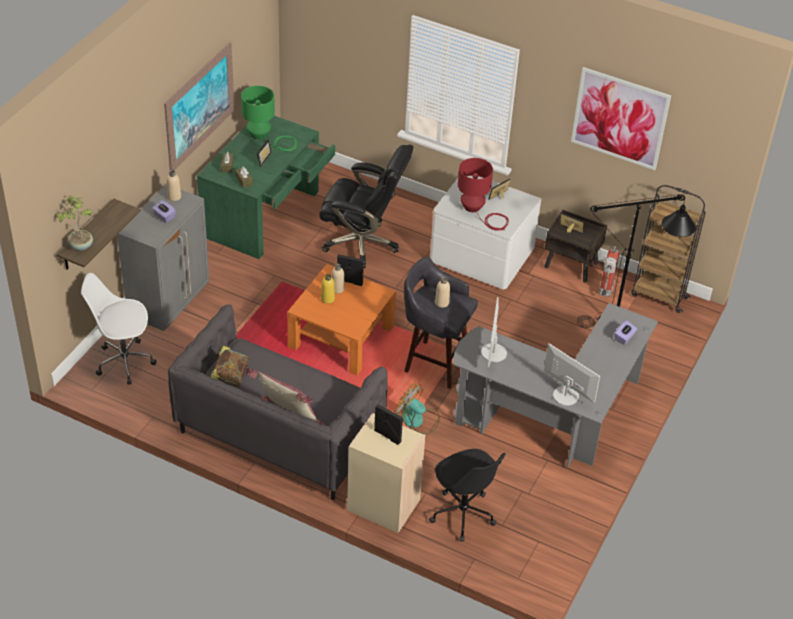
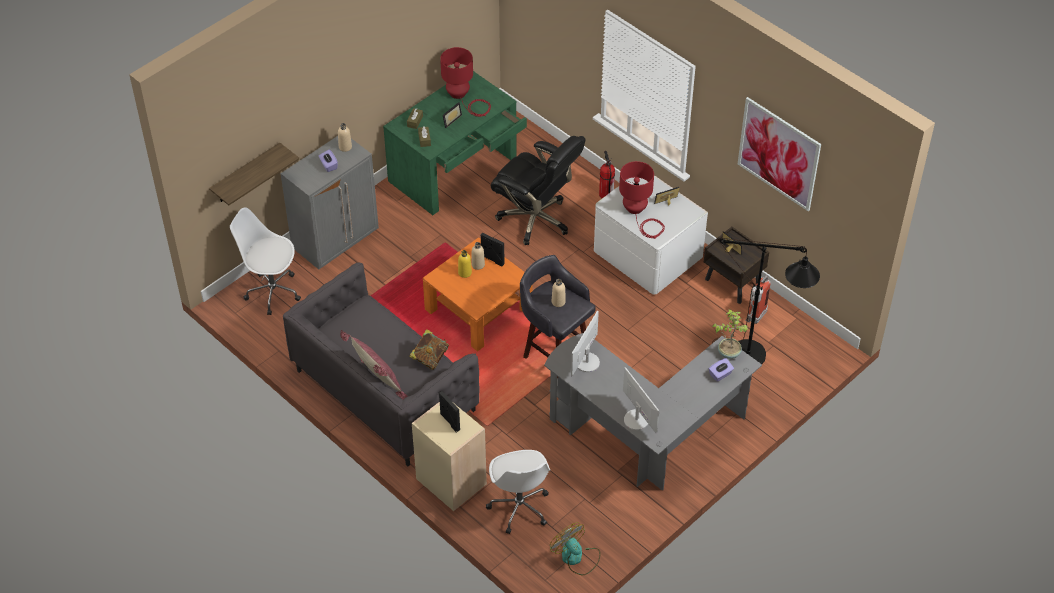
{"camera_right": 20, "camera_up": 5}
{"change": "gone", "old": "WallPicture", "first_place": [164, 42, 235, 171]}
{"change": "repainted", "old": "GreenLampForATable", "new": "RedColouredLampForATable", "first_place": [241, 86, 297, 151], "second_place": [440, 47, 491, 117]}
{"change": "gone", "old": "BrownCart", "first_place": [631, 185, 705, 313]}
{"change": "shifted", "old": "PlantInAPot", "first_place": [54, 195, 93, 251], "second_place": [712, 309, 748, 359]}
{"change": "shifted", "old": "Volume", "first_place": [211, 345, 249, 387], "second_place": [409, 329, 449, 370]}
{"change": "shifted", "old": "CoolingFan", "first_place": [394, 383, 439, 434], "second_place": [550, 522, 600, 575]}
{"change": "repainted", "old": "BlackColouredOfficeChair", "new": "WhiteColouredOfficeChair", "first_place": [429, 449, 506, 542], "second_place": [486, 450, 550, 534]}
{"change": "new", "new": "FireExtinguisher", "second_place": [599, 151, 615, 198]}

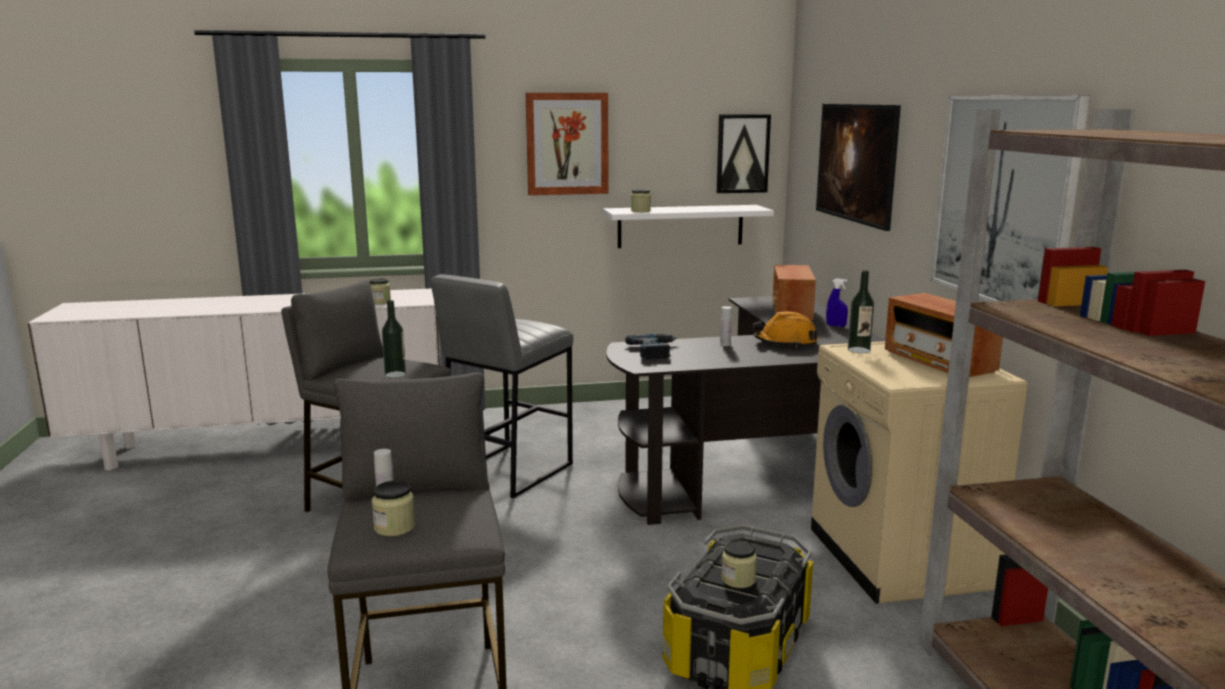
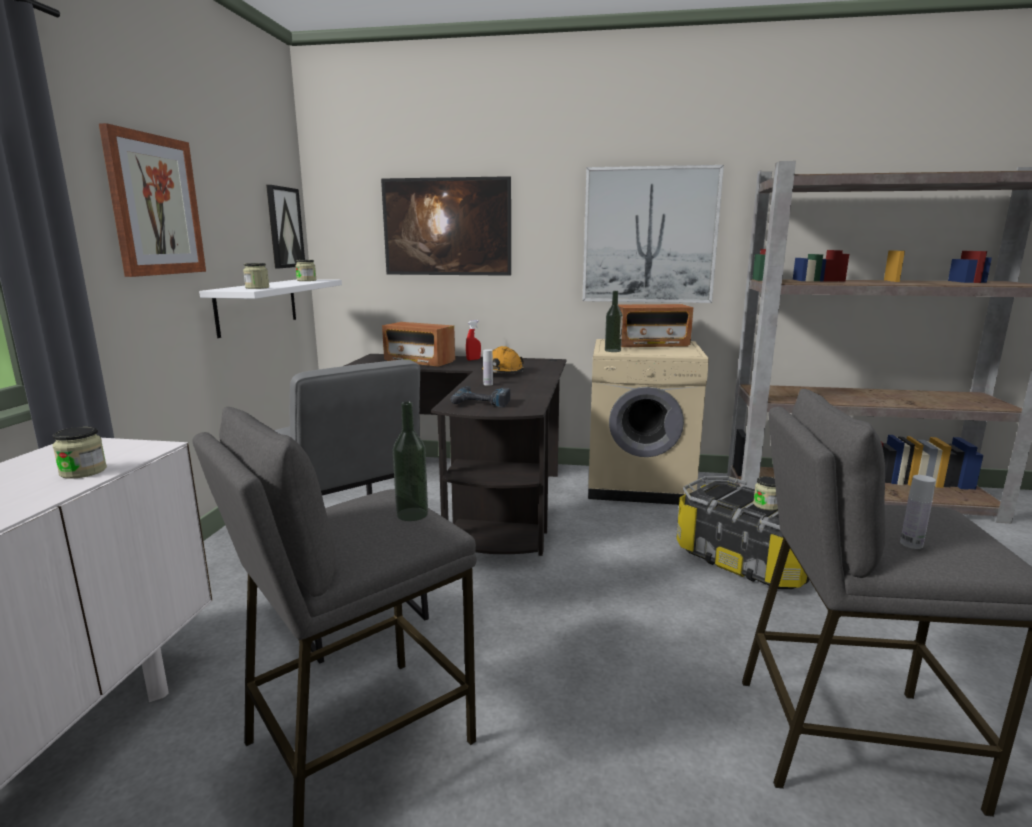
{"camera_right": -70, "camera_up": 0}
{"change": "repainted", "old": "BlueSprayer", "new": "RedColouredSprayer", "first_place": [826, 278, 848, 327], "second_place": [466, 320, 481, 361]}
{"change": "shifted", "old": "StorageJar", "first_place": [372, 481, 415, 536], "second_place": [295, 260, 317, 281]}

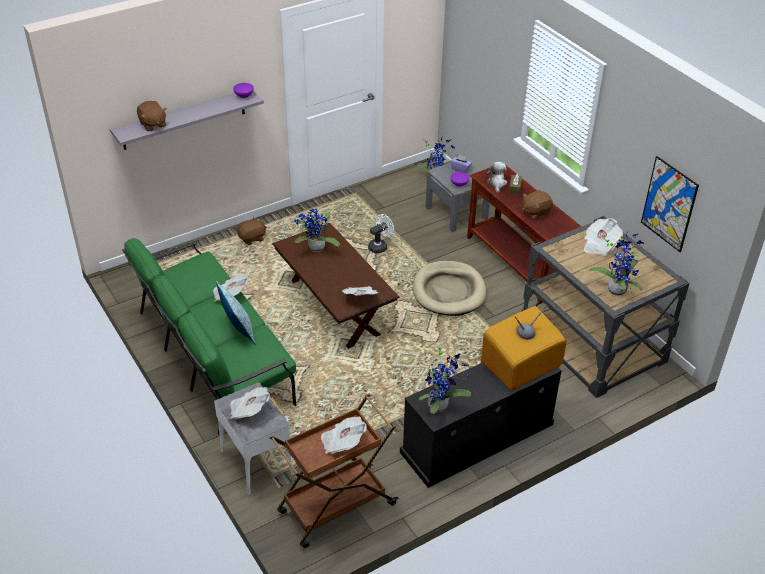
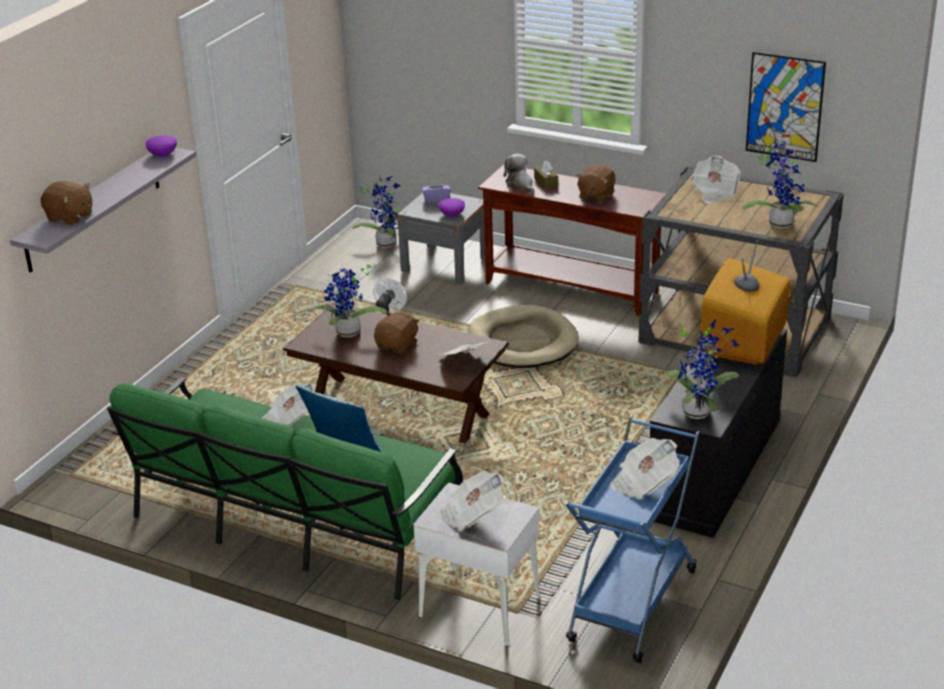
{"camera_right": -30, "camera_up": -10}
{"change": "shifted", "old": "BrownCuddlyToy", "first_place": [237, 217, 266, 245], "second_place": [374, 312, 419, 354]}
{"change": "repainted", "old": "BrownCart", "new": "BlueCart", "first_place": [268, 393, 399, 548], "second_place": [565, 415, 700, 663]}

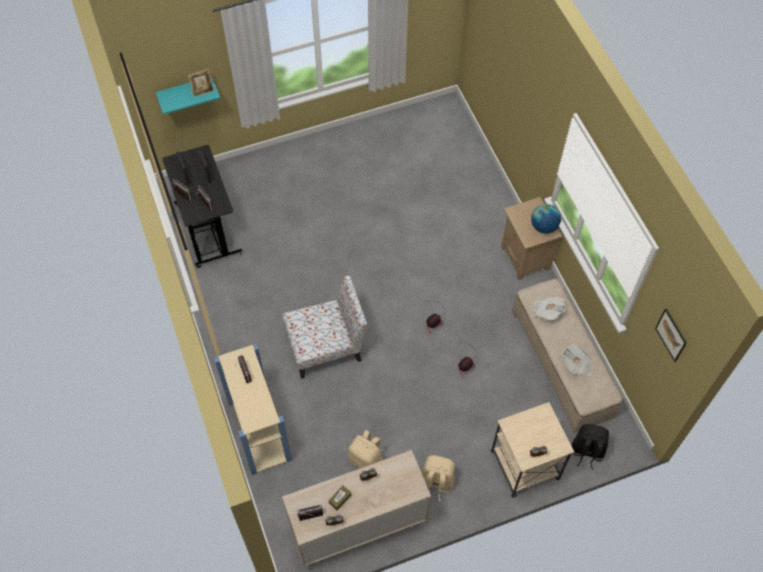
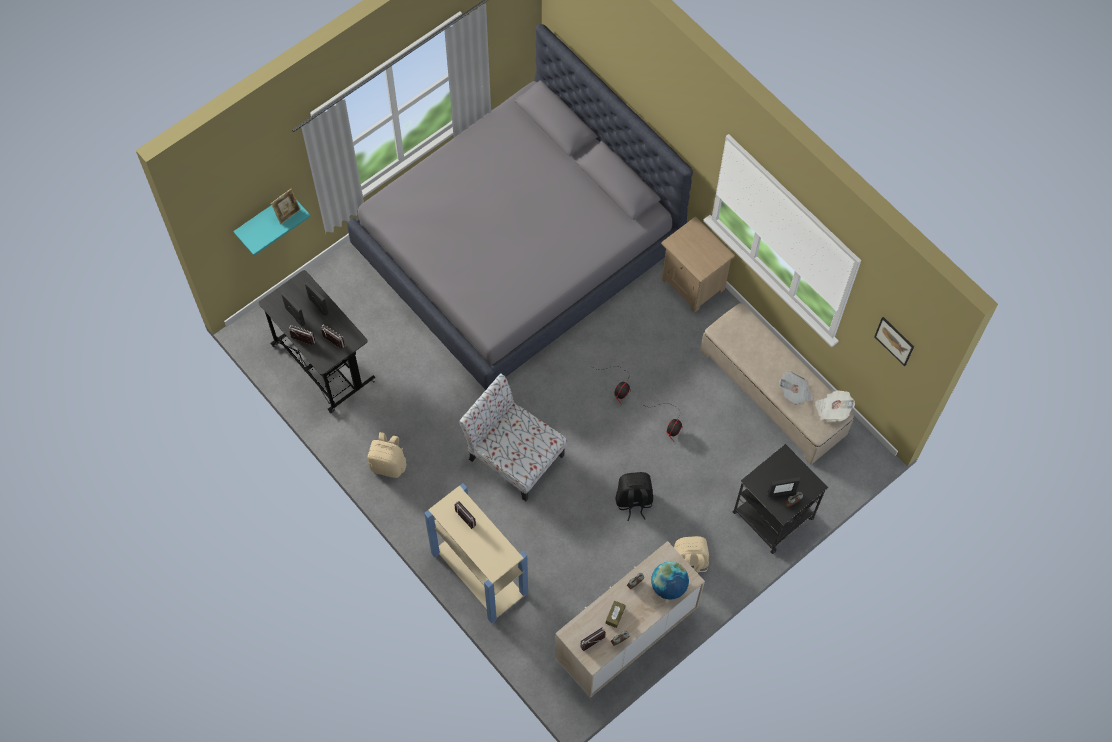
{"camera_right": -20, "camera_up": 5}
{"change": "shifted", "old": "DeskGlobe", "first_place": [531, 204, 561, 234], "second_place": [651, 562, 689, 600]}
{"change": "rotated", "old": "PlainChair", "first_place": [282, 275, 368, 379], "second_place": [459, 373, 567, 501], "degrees": -105}
{"change": "shifted", "old": "Newspaper", "first_place": [533, 296, 566, 320], "second_place": [815, 390, 855, 421]}
{"change": "repainted", "old": "BeigeColouredCart", "new": "BlackColouredCart", "first_place": [491, 402, 574, 498], "second_place": [733, 444, 828, 554]}
{"change": "shifted", "old": "BlackColouredBackpack", "first_place": [572, 424, 609, 470], "second_place": [615, 472, 653, 521]}
{"change": "shifted", "old": "BeigeColouredBackpack", "first_place": [348, 430, 384, 469], "second_place": [367, 432, 406, 478]}
{"change": "new", "new": "GrayBedroomBed", "second_place": [347, 24, 693, 390]}
{"change": "new", "new": "PictureFrame", "second_place": [767, 477, 800, 498]}

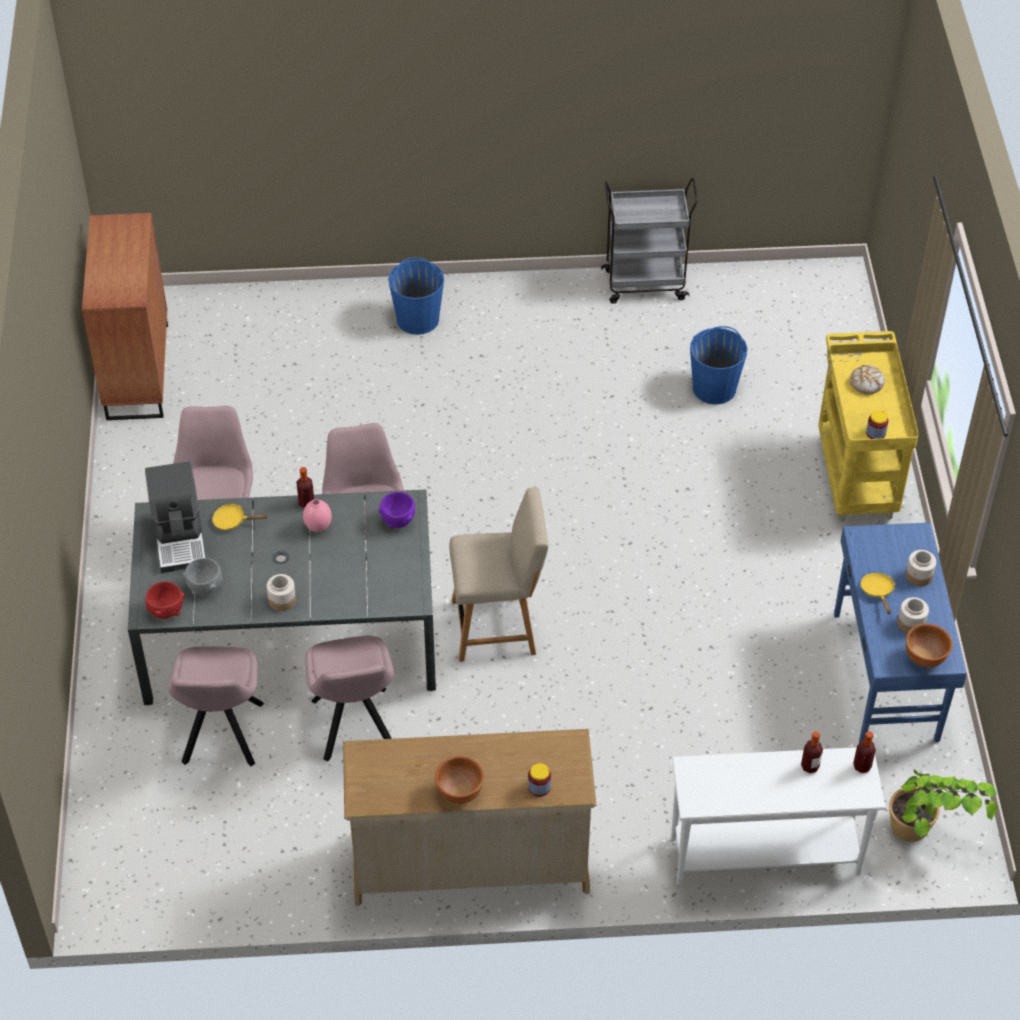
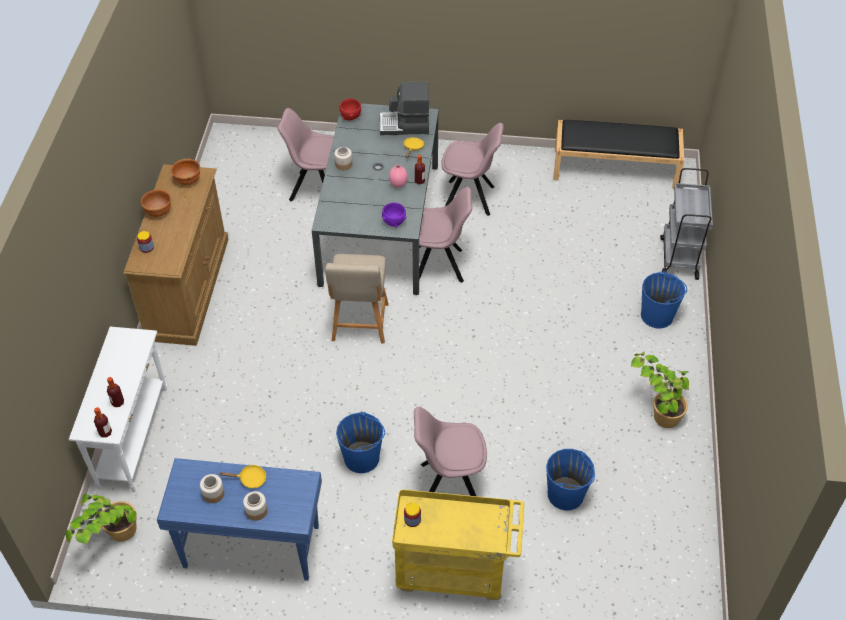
{"camera_right": 100, "camera_up": 0}
{"change": "shifted", "old": "GrayCart", "first_place": [601, 178, 698, 304], "second_place": [660, 168, 713, 280]}
{"change": "swapped", "old": "BrownDresser", "new": "BlackColouredIndoorBench", "first_place": [82, 213, 168, 420], "second_place": [553, 120, 684, 189]}
{"change": "gone", "old": "BakedBread", "first_place": [850, 365, 884, 395]}
{"change": "gone", "old": "GrayServingBowl", "first_place": [183, 558, 222, 596]}
{"change": "shifted", "old": "BrownServingBowl", "first_place": [906, 623, 953, 668], "second_place": [171, 159, 200, 185]}
{"change": "shifted", "old": "PinkColouredPlainChair", "first_place": [305, 636, 394, 762], "second_place": [414, 407, 487, 496]}
{"change": "new", "new": "PlantInAPot", "second_place": [630, 351, 689, 428]}
{"change": "new", "new": "BluePail", "second_place": [336, 412, 385, 473]}

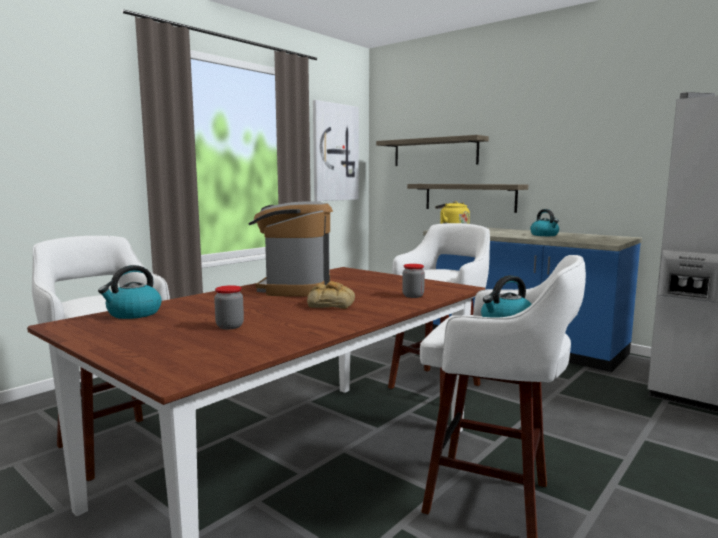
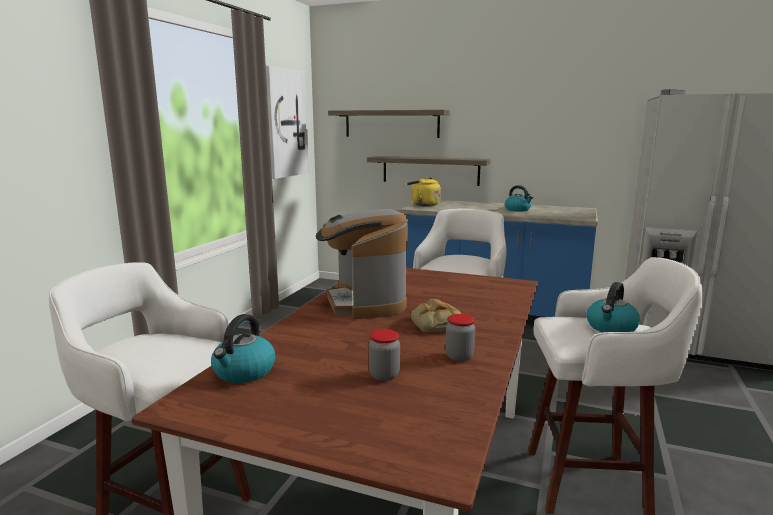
{"camera_right": -20, "camera_up": 5}
{"change": "shifted", "old": "StorageJar", "first_place": [402, 264, 425, 298], "second_place": [445, 314, 475, 361]}

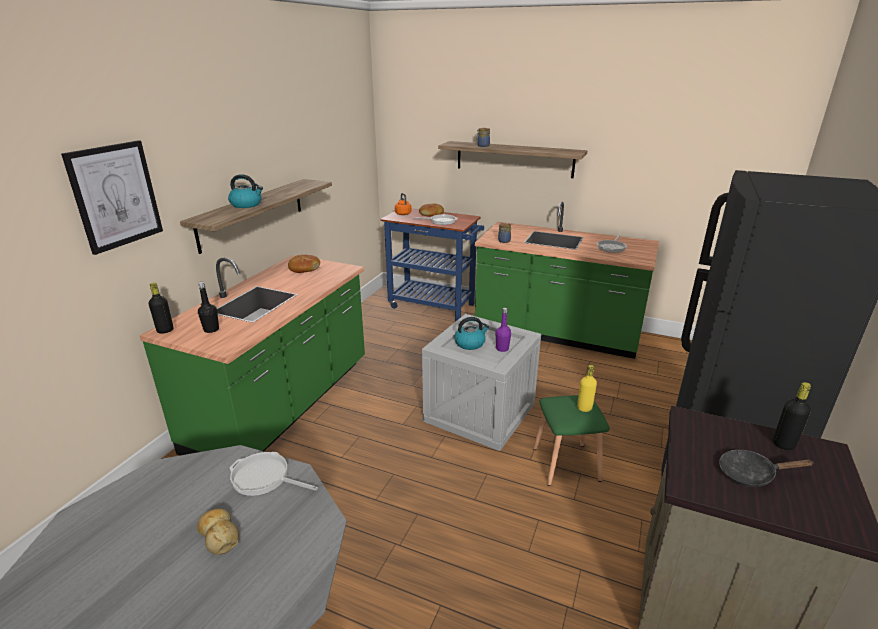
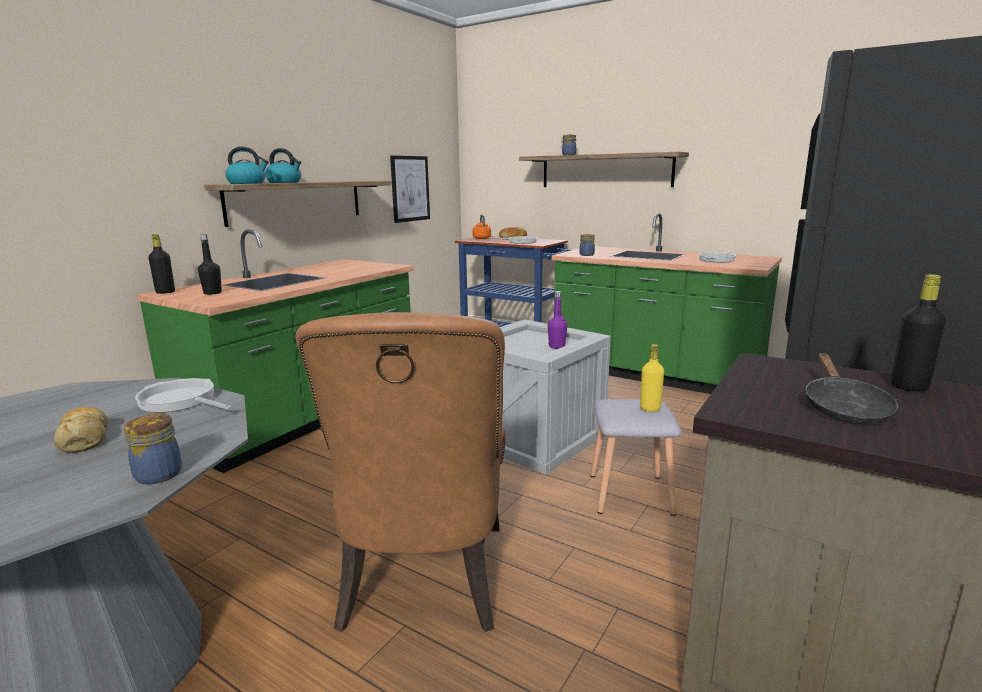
{"camera_right": 10, "camera_up": -10}
{"change": "shifted", "old": "WallPicture", "first_place": [61, 140, 163, 255], "second_place": [390, 155, 430, 223]}
{"change": "gone", "old": "BakedBread", "first_place": [288, 255, 320, 273]}
{"change": "shifted", "old": "WaterKettle", "first_place": [454, 317, 490, 350], "second_place": [225, 147, 269, 184]}
{"change": "repainted", "old": "GreenStool", "new": "GrayStool", "first_place": [533, 395, 610, 486], "second_place": [590, 399, 681, 516]}
{"change": "rotated", "old": "BlackColouredFryingPan", "first_place": [719, 449, 813, 487], "second_place": [805, 353, 898, 424], "degrees": -90}
{"change": "new", "new": "BrownPlainChair", "second_place": [295, 312, 506, 632]}
{"change": "new", "new": "StorageJar", "second_place": [124, 414, 182, 485]}

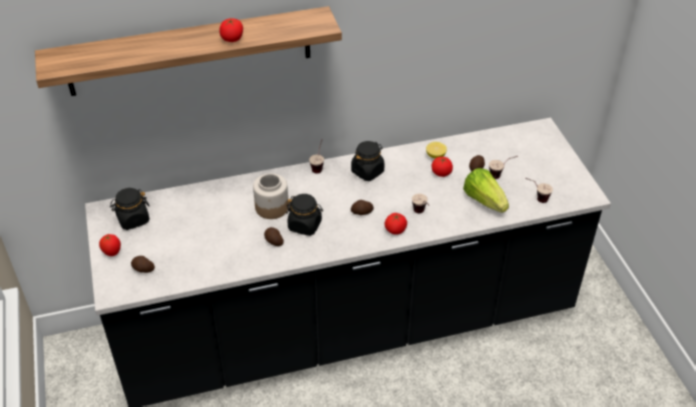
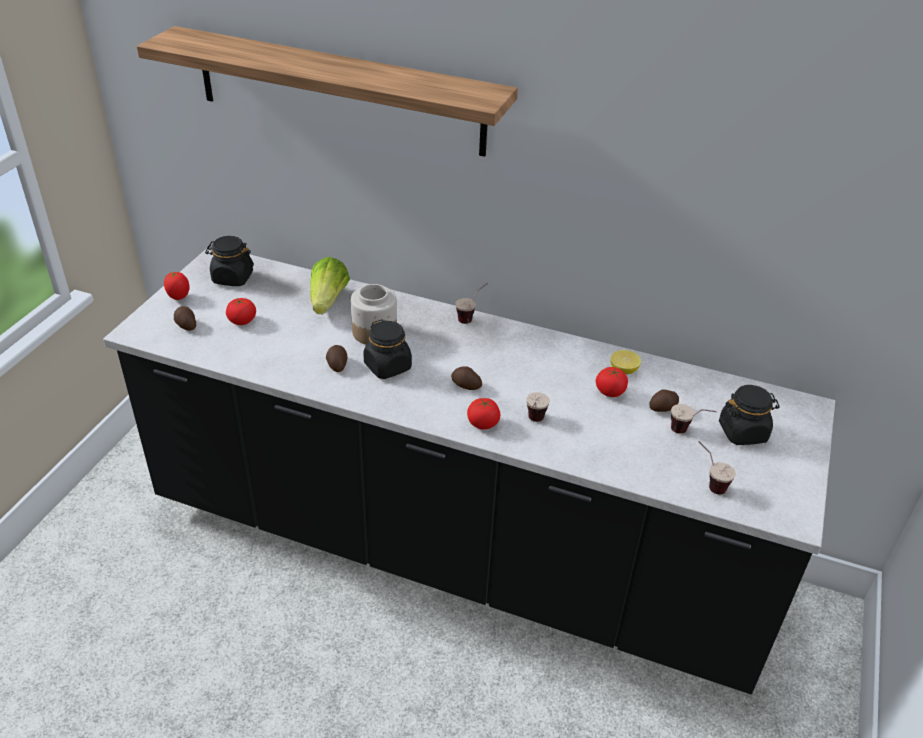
{"camera_right": 35, "camera_up": -5}
{"change": "shifted", "old": "FreshTomato", "first_place": [219, 18, 243, 42], "second_place": [226, 298, 256, 325]}
{"change": "shifted", "old": "BlackColouredStorageJar", "first_place": [351, 141, 385, 181], "second_place": [719, 385, 780, 445]}
{"change": "shifted", "old": "LettuceHead", "first_place": [463, 168, 509, 213], "second_place": [310, 257, 350, 314]}

